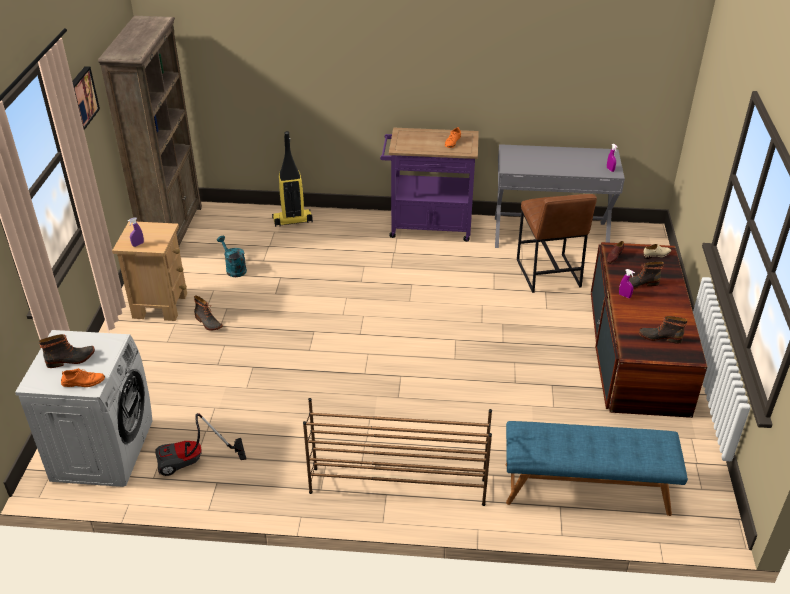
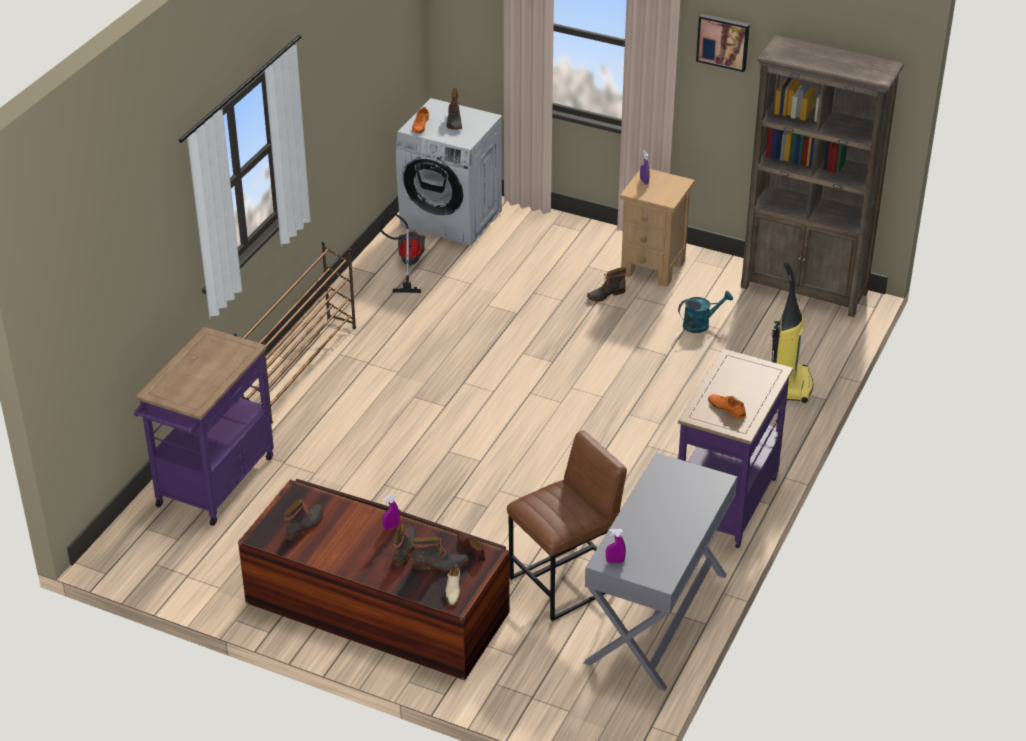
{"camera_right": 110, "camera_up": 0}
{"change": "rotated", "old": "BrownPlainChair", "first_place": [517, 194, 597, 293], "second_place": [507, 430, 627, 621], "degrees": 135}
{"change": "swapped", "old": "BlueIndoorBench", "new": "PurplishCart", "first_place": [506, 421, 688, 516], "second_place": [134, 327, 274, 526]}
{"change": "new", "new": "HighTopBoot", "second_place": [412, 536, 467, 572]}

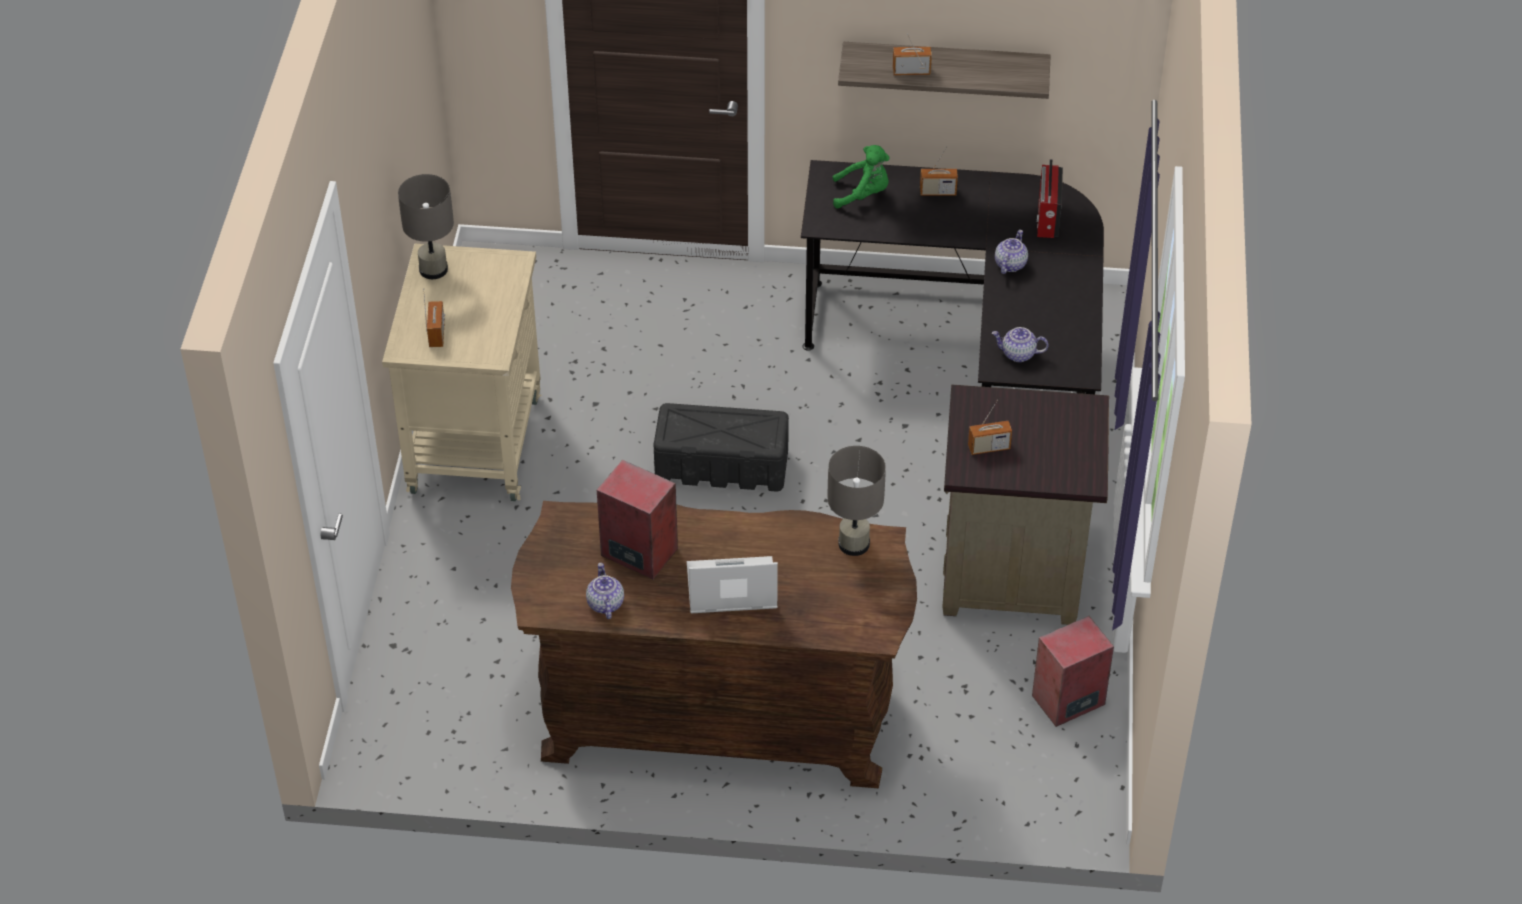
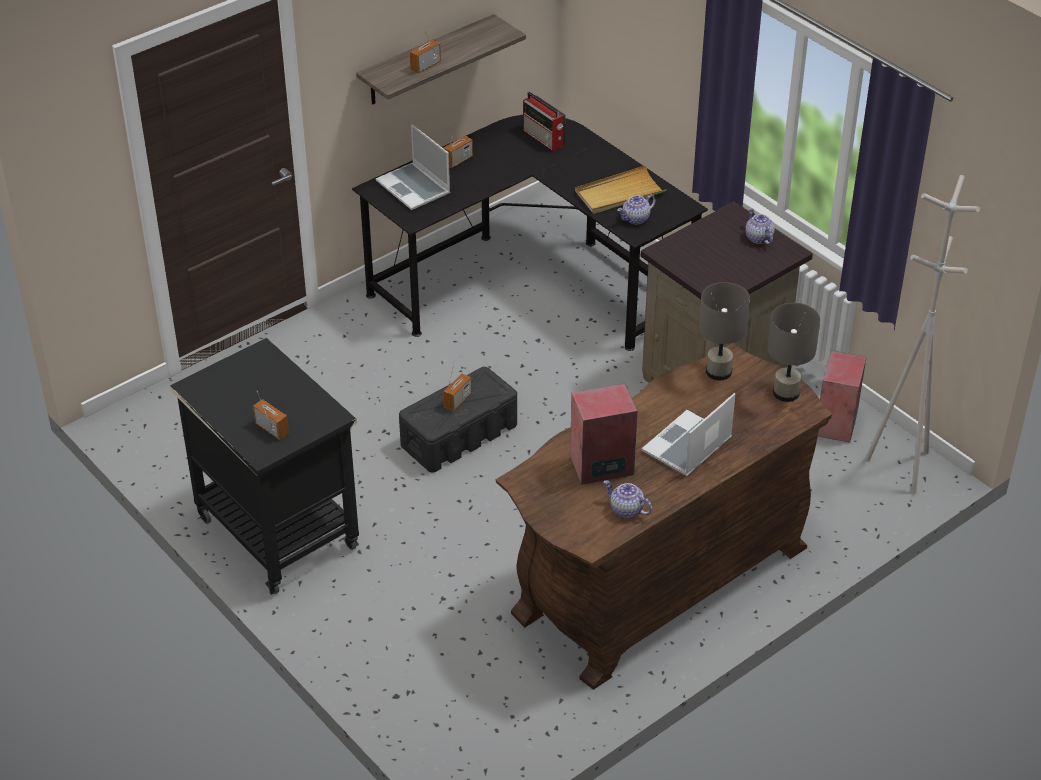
{"camera_right": -45, "camera_up": -5}
{"change": "swapped", "old": "GreenCuddlyToy", "new": "NotebookComputer", "first_place": [833, 145, 890, 209], "second_place": [376, 124, 450, 210]}
{"change": "shifted", "old": "GrayLampForATable", "first_place": [398, 174, 454, 279], "second_place": [768, 302, 820, 402]}
{"change": "shifted", "old": "PotForTea", "first_place": [995, 230, 1028, 274], "second_place": [745, 208, 775, 245]}
{"change": "repainted", "old": "BeigeColouredCart", "new": "BlackColouredCart", "first_place": [382, 244, 543, 501], "second_place": [170, 338, 359, 595]}
{"change": "shifted", "old": "Radio", "first_place": [968, 399, 1012, 455], "second_place": [443, 360, 472, 411]}
{"change": "new", "new": "BeigeColouredCarryingTray", "second_place": [575, 165, 667, 214]}
{"change": "new", "new": "GrayGarmentRack", "second_place": [865, 175, 980, 494]}

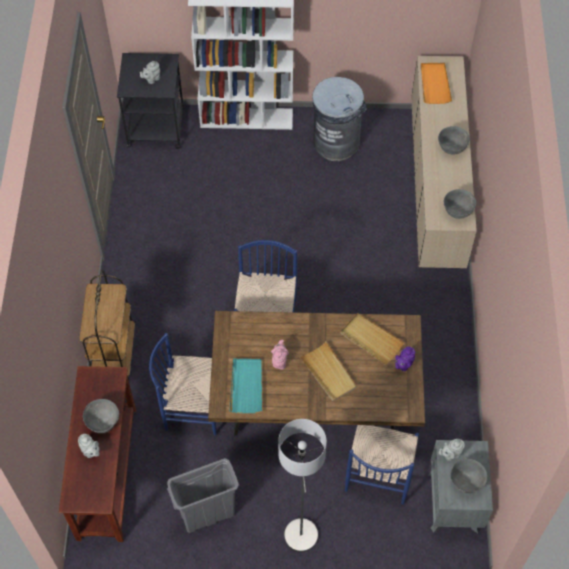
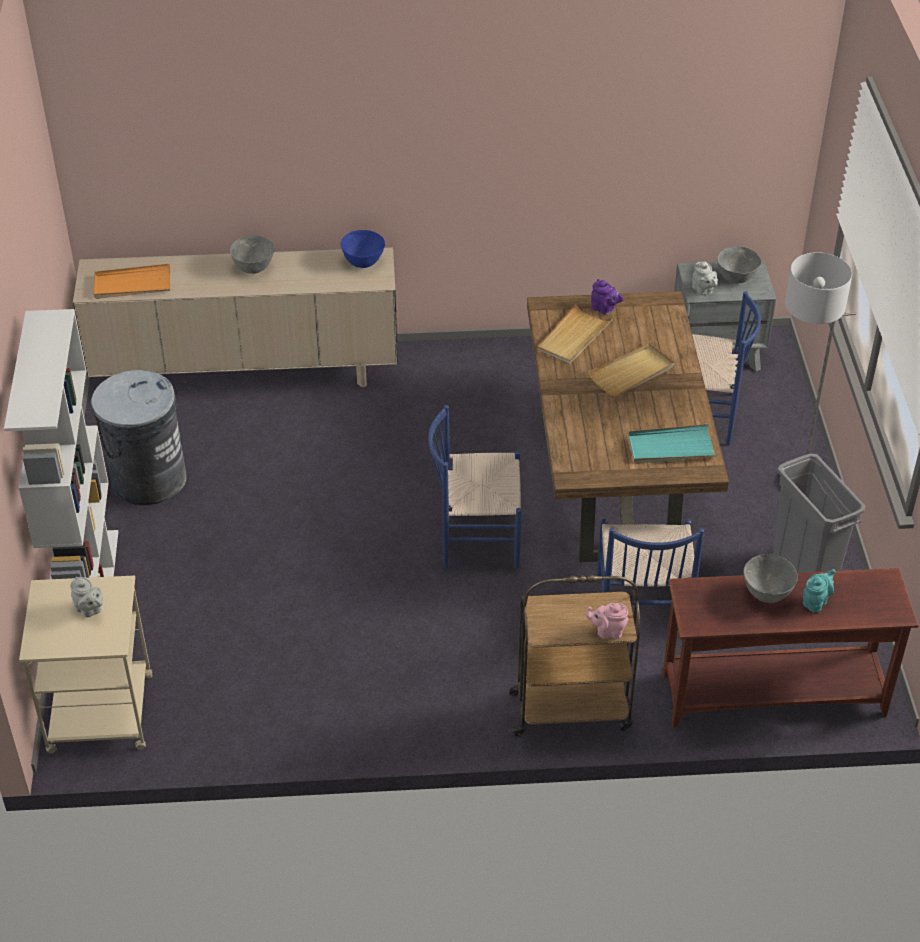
{"camera_right": -95, "camera_up": -15}
{"change": "repainted", "old": "BlackColouredCart", "new": "BeigeColouredCart", "first_place": [117, 53, 184, 149], "second_place": [19, 575, 152, 753]}
{"change": "repainted", "old": "GrayServingBowl", "new": "BlueServingBowl", "first_place": [444, 189, 476, 219], "second_place": [340, 230, 385, 268]}
{"change": "shifted", "old": "PinkColouredPotForTea", "first_place": [271, 340, 289, 370], "second_place": [585, 603, 629, 639]}
{"change": "repainted", "old": "GrayPotForTea", "new": "TurquoisePotForTea", "first_place": [78, 434, 100, 458], "second_place": [803, 569, 835, 613]}

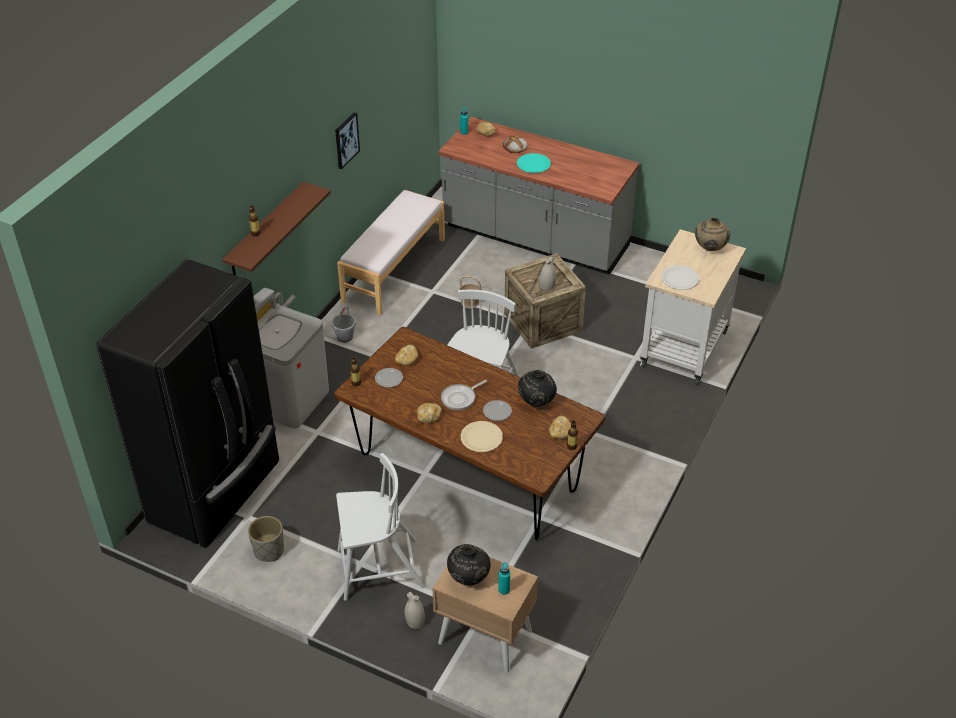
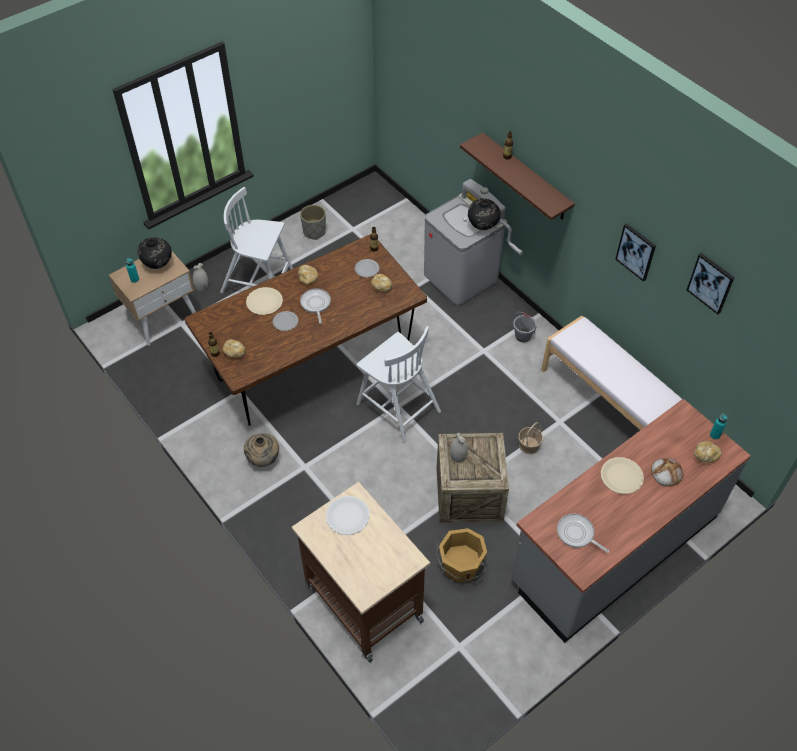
{"camera_right": 115, "camera_up": 10}
{"change": "repainted", "old": "TurquoisePlate", "new": "BeigeColouredPlate", "first_place": [517, 153, 551, 173], "second_place": [601, 457, 644, 494]}
{"change": "shifted", "old": "BeigeColouredDecorativeVase", "first_place": [695, 217, 730, 251], "second_place": [244, 434, 279, 467]}
{"change": "repainted", "old": "WhiteColouredCart", "new": "BrownCart", "first_place": [640, 229, 746, 385], "second_place": [292, 482, 430, 662]}
{"change": "gone", "old": "BlackColouredFridge", "first_place": [96, 259, 279, 548]}
{"change": "shifted", "old": "BlackColouredDecorativeVase", "first_place": [518, 370, 557, 407], "second_place": [468, 198, 501, 230]}
{"change": "rotated", "old": "WhiteColouredPlainChair", "first_place": [336, 453, 425, 601], "second_place": [220, 187, 293, 293], "degrees": 90}
{"change": "new", "new": "WallPicture", "second_place": [687, 253, 734, 314]}
{"change": "new", "new": "FryingPan", "second_place": [557, 514, 610, 553]}
{"change": "new", "new": "OrangeColouredPail", "second_place": [436, 528, 487, 583]}

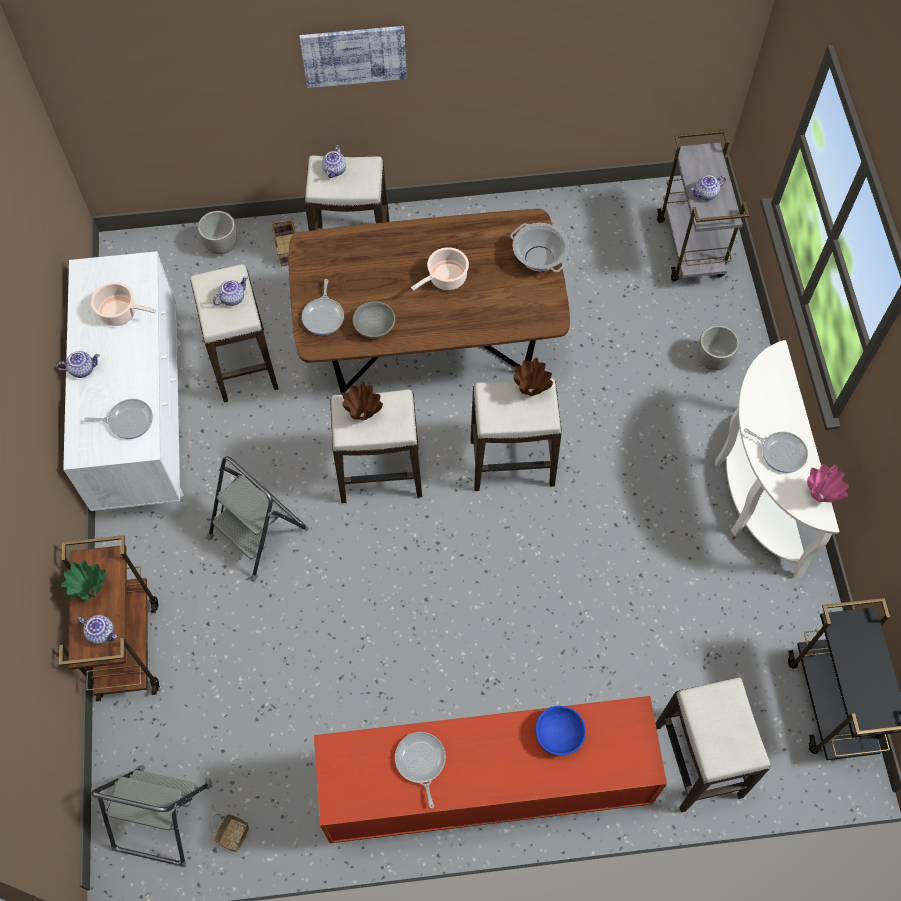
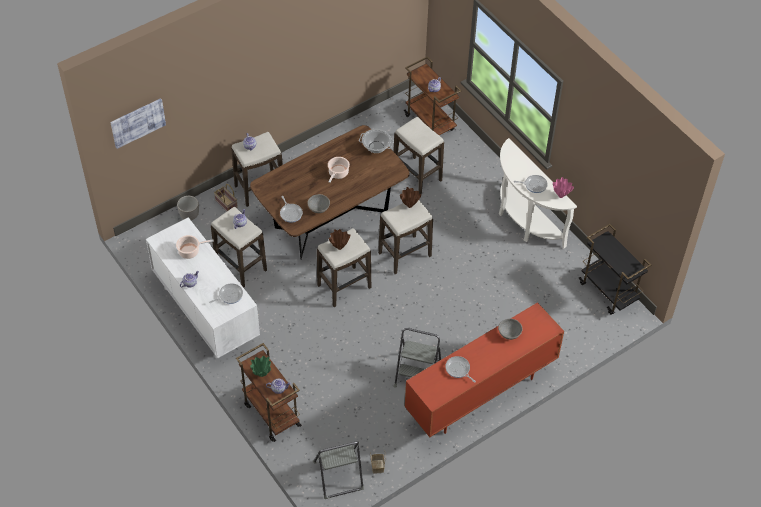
{"camera_right": -30, "camera_up": -10}
{"change": "shifted", "old": "WallPicture", "first_place": [299, 26, 407, 88], "second_place": [110, 98, 166, 149]}
{"change": "repainted", "old": "GrayCart", "new": "BrownCart", "first_place": [656, 130, 750, 282], "second_place": [404, 56, 462, 135]}
{"change": "gone", "old": "FlowerPot", "first_place": [698, 325, 739, 370]}
{"change": "shifted", "old": "GrayStepStool", "first_place": [206, 456, 309, 582], "second_place": [393, 328, 441, 388]}
{"change": "shifted", "old": "Stool", "first_place": [656, 677, 770, 813], "second_place": [393, 117, 444, 195]}
{"change": "repainted", "old": "BlueServingBowl", "new": "GrayServingBowl", "first_place": [536, 706, 586, 756], "second_place": [498, 318, 522, 340]}

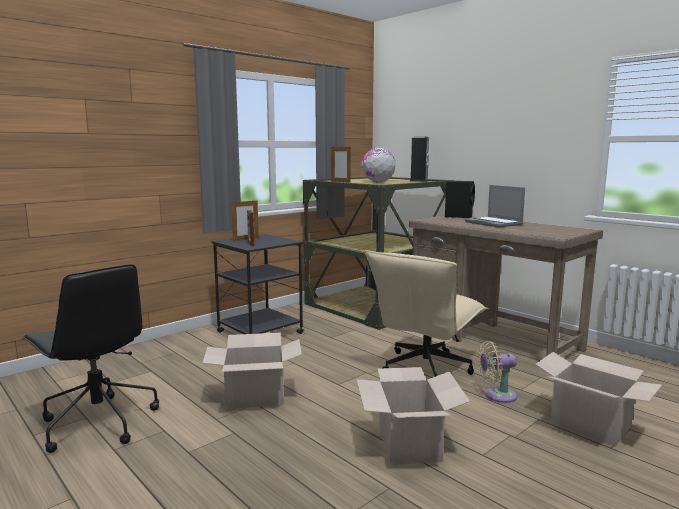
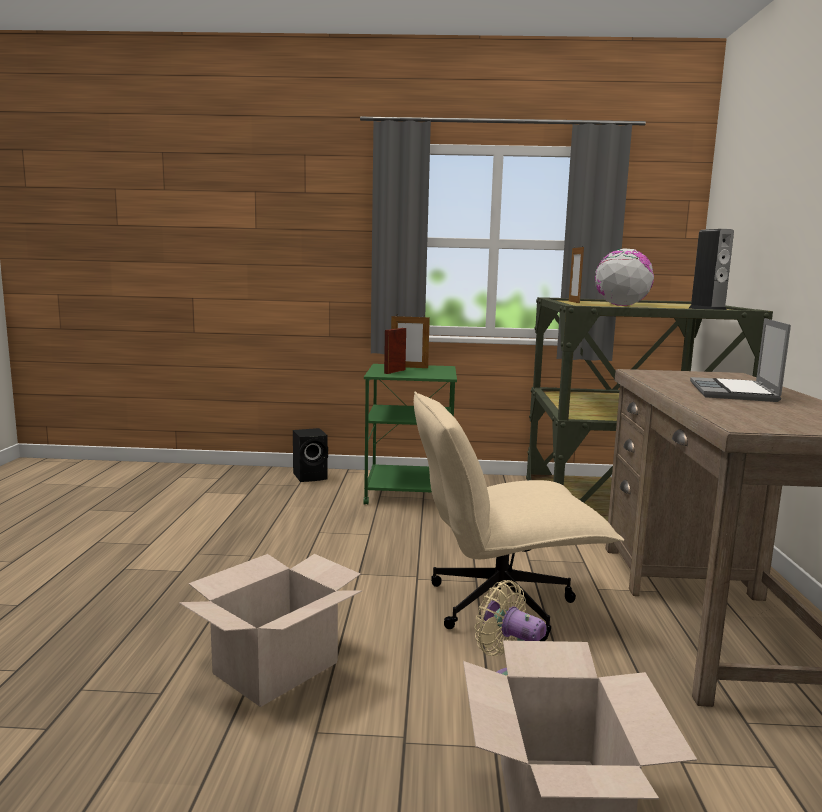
{"camera_right": 45, "camera_up": 0}
{"change": "shifted", "old": "BlackColouredSpeaker", "first_place": [445, 181, 475, 218], "second_place": [293, 428, 328, 482]}
{"change": "repainted", "old": "BlackColouredCart", "new": "GreenCart", "first_place": [211, 234, 304, 334], "second_place": [364, 364, 457, 505]}
{"change": "gone", "old": "BlackColouredOfficeChair", "first_place": [22, 265, 159, 453]}
{"change": "gone", "old": "PackingBox", "first_place": [203, 333, 302, 409]}

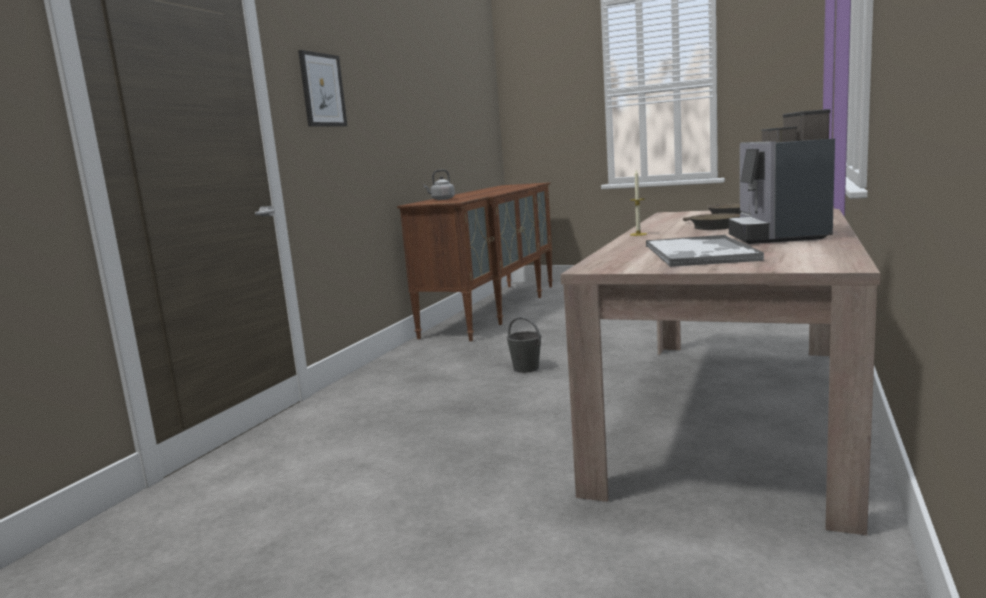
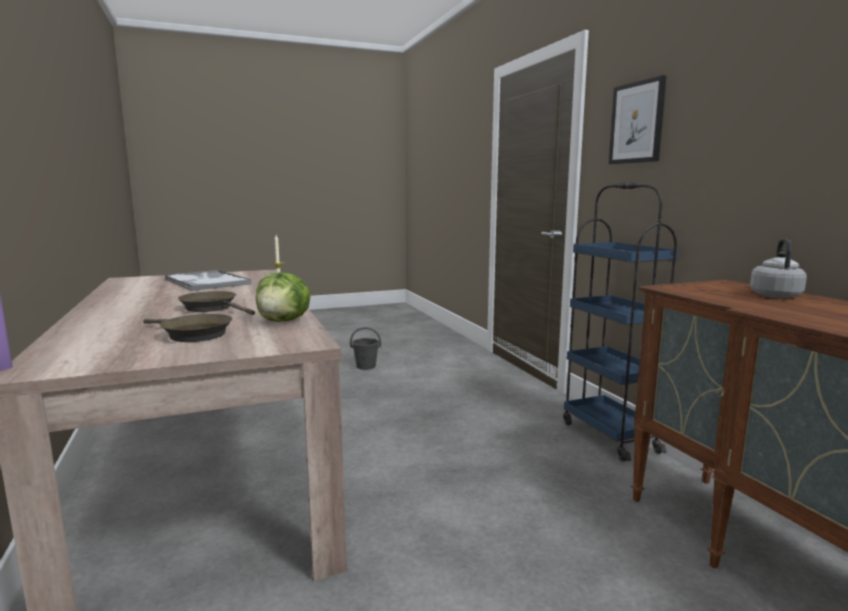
{"camera_right": 135, "camera_up": 0}
{"change": "gone", "old": "CoffeeMachine", "first_place": [729, 109, 835, 244]}
{"change": "shifted", "old": "GrayPail", "first_place": [506, 316, 542, 373], "second_place": [350, 327, 381, 370]}
{"change": "new", "new": "BlueCart", "second_place": [563, 182, 678, 462]}
{"change": "new", "new": "LettuceHead", "second_place": [256, 272, 310, 322]}

